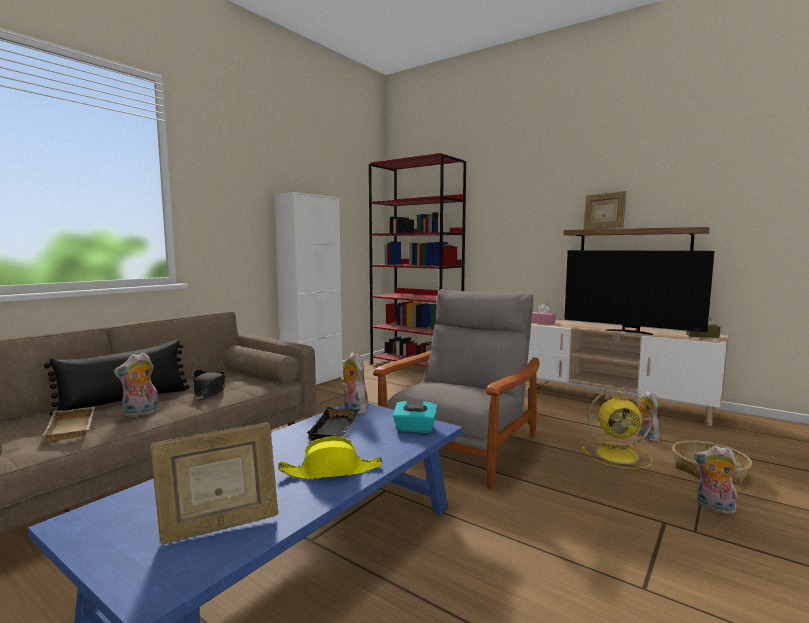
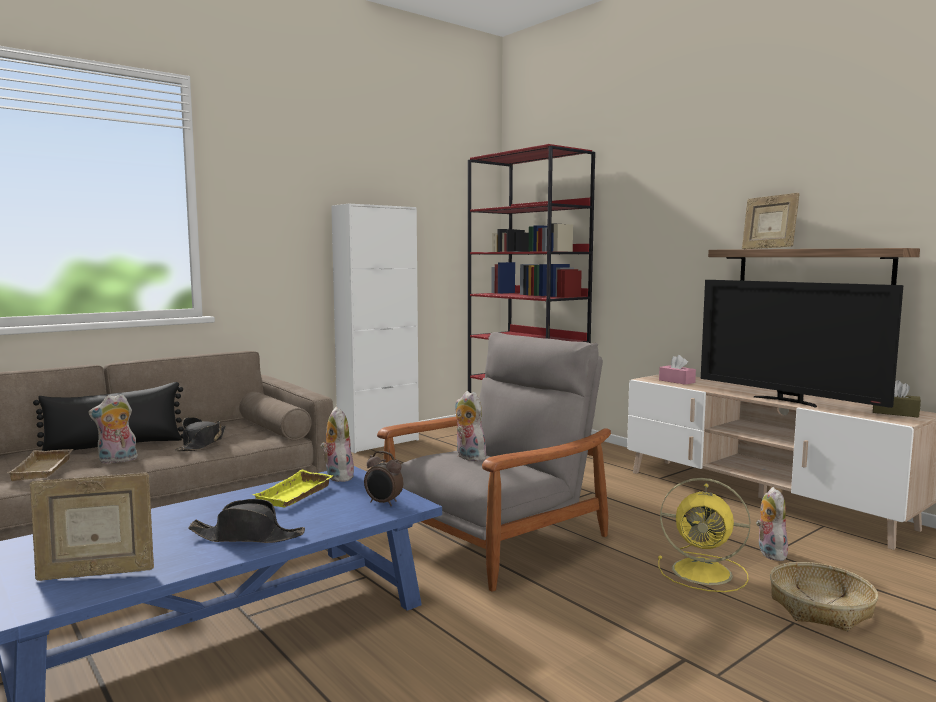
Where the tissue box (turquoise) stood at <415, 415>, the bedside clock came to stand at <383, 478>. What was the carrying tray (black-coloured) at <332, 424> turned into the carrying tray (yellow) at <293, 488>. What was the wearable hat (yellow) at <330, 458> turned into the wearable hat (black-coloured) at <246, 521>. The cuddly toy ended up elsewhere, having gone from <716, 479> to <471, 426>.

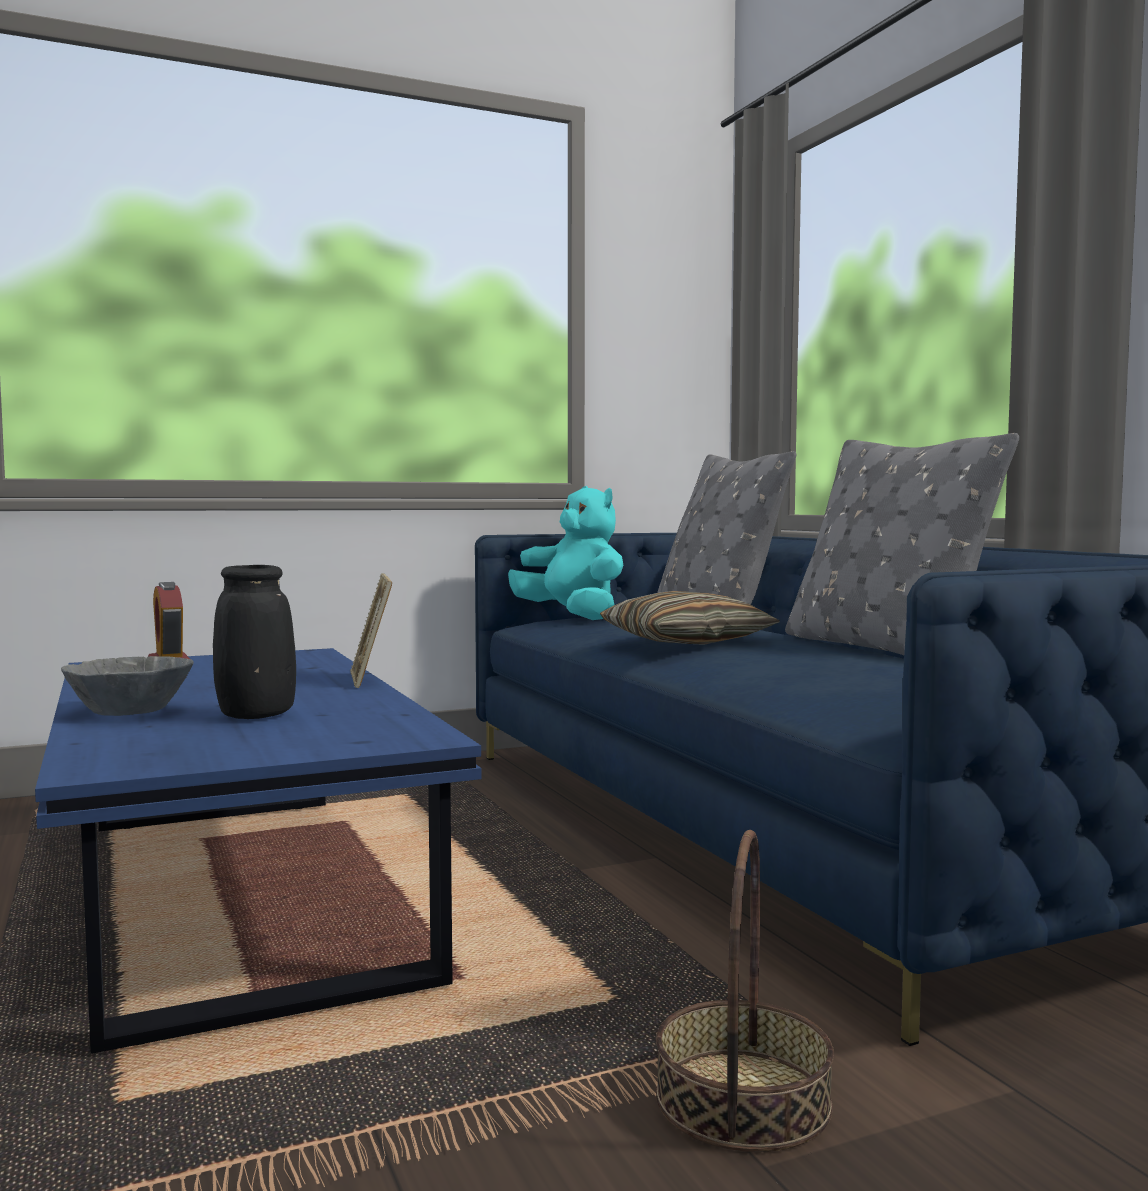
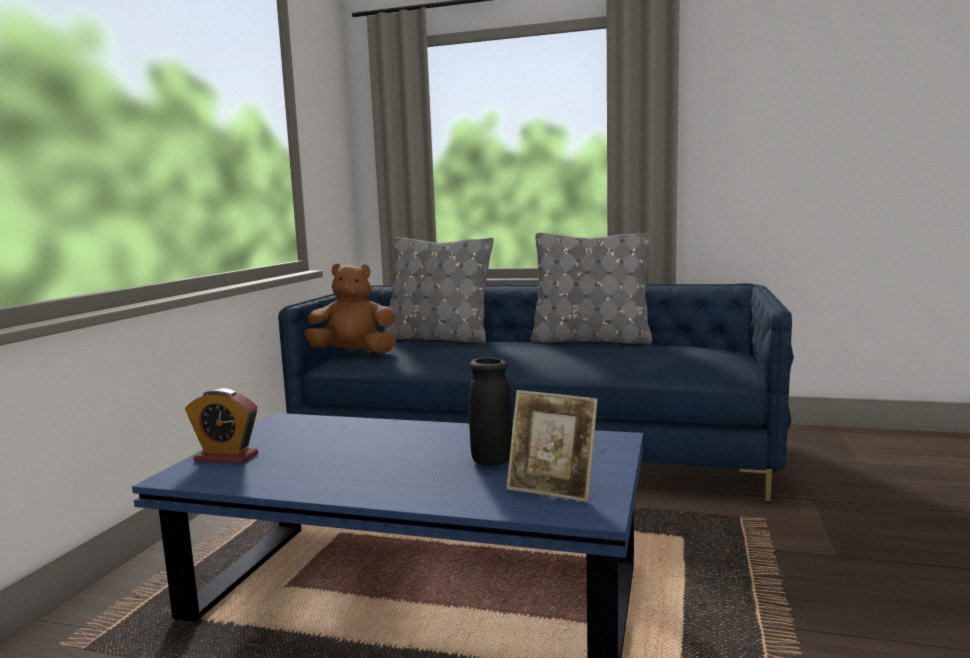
What was the cuddly toy (turquoise) at <565, 553> turned into the cuddly toy (brownish) at <350, 308>. The photo frame ended up elsewhere, having gone from <371, 630> to <552, 446>. The second view lost the pillow at <690, 618>. The second view lost the bowl (gray) at <127, 686>. The second view lost the basket at <745, 991>.

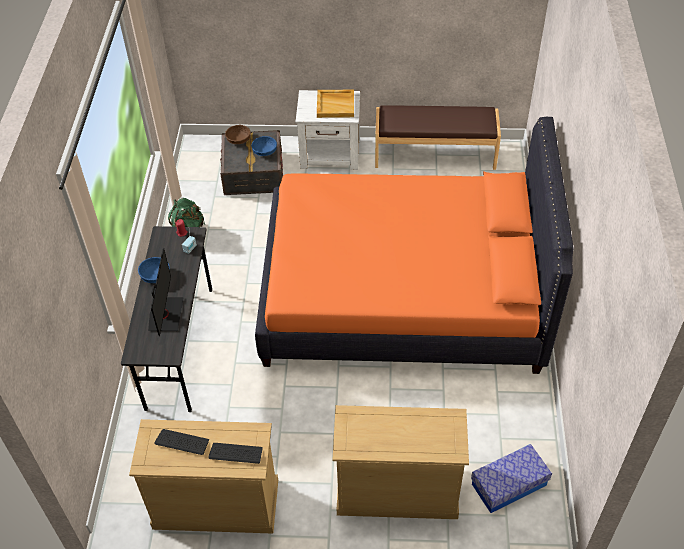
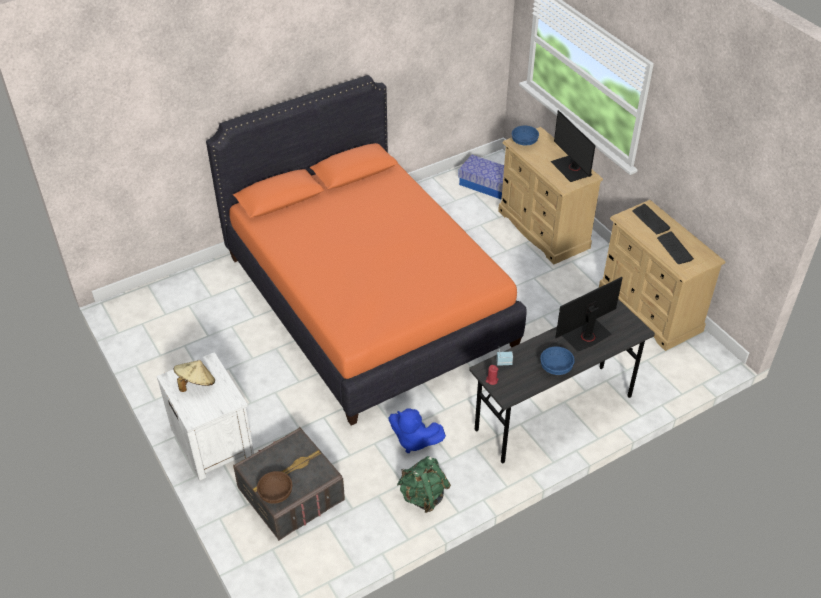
Where the carrying tray (sand-coloured) stood at <335, 104>, the wearable hat (sand-coloured) came to stand at <194, 376>. The second view lost the long seat (brownish) at <438, 138>. The bowl (bluish) ended up elsewhere, having gone from <264, 146> to <525, 135>. The second view gained the computer screen at <573, 146>. The second view gained the cuddly toy (bluish) at <417, 430>.

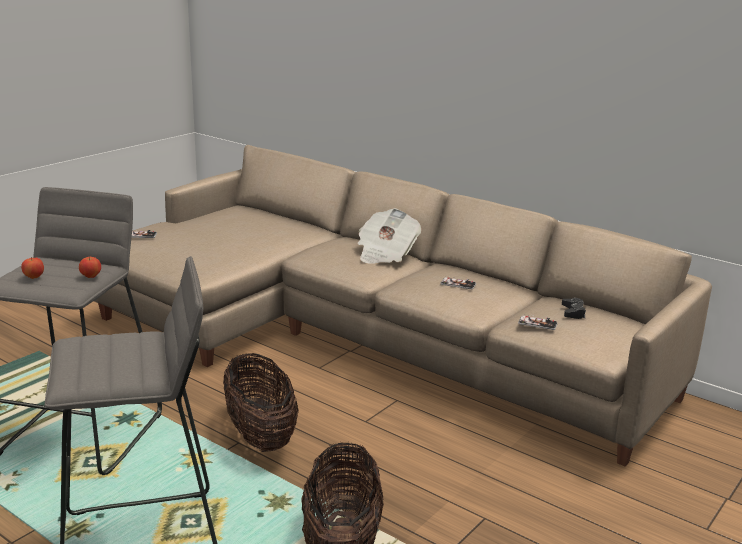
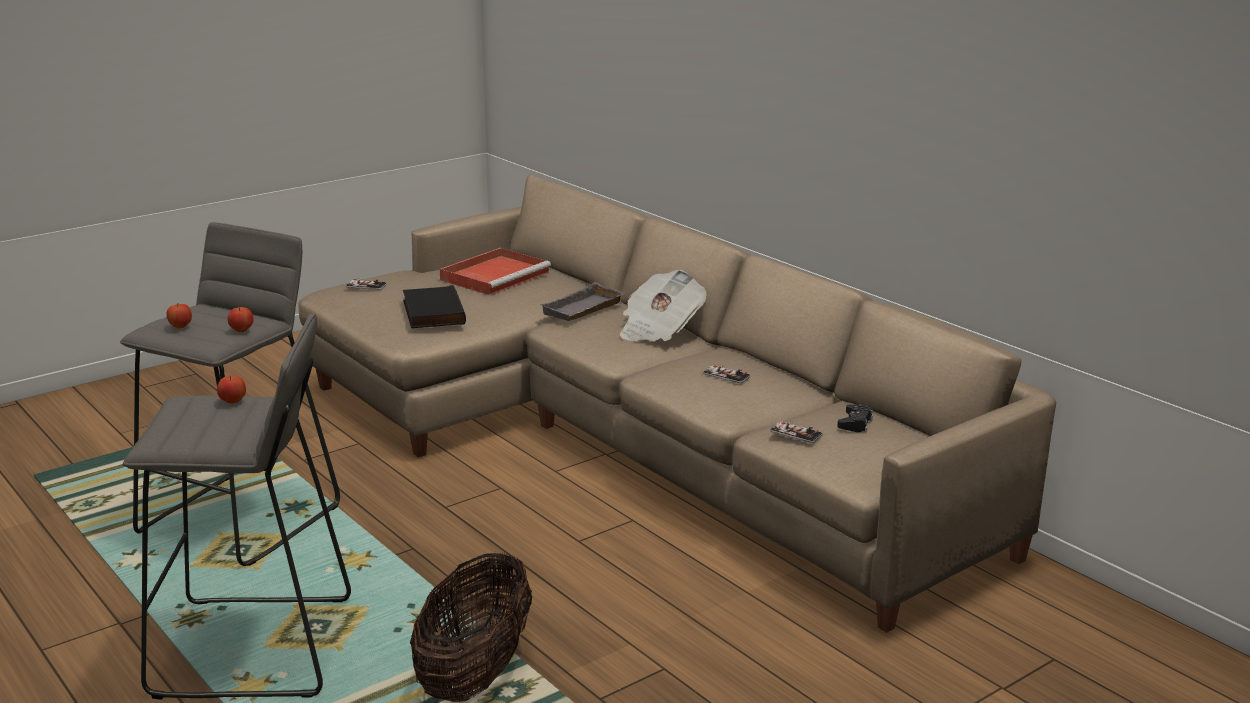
The second view lost the basket at <261, 402>. The second view gained the carrying tray (reddish) at <495, 271>. The second view gained the carrying tray (gray) at <582, 301>. The second view gained the volume (black-coloured) at <434, 306>. The second view gained the apple at <231, 389>.

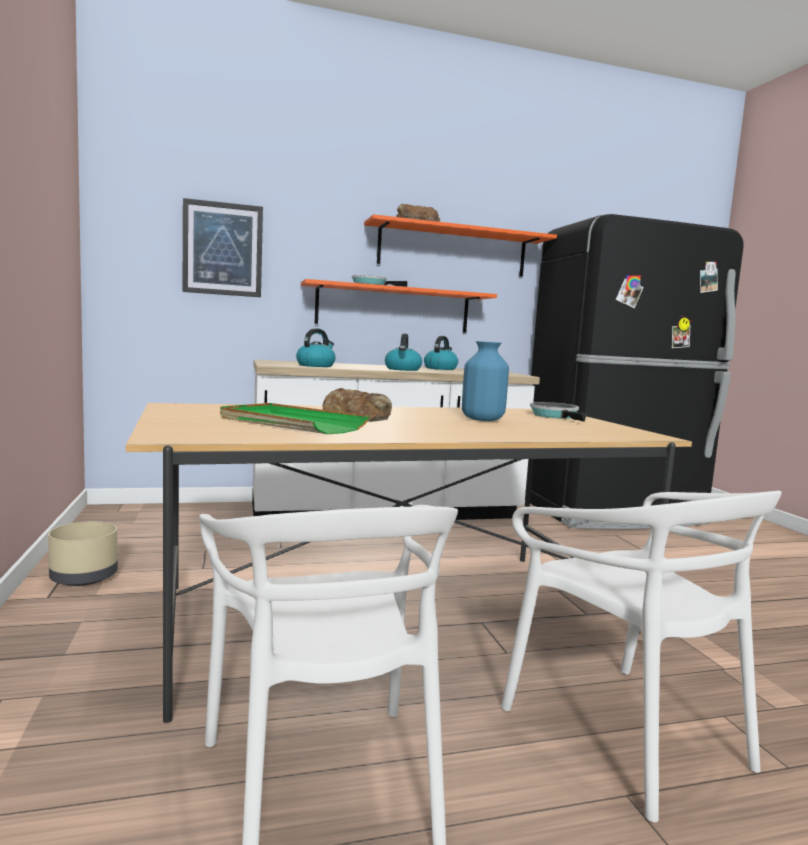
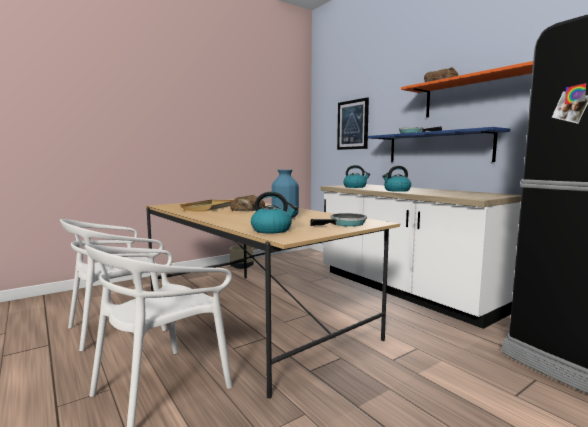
What was the wall shelf (orange) at <399, 306> turned into the wall shelf (bluish) at <438, 144>. The kettle ended up elsewhere, having gone from <441, 353> to <274, 212>. What was the carrying tray (greenish) at <294, 418> turned into the carrying tray (sand-coloured) at <206, 205>.

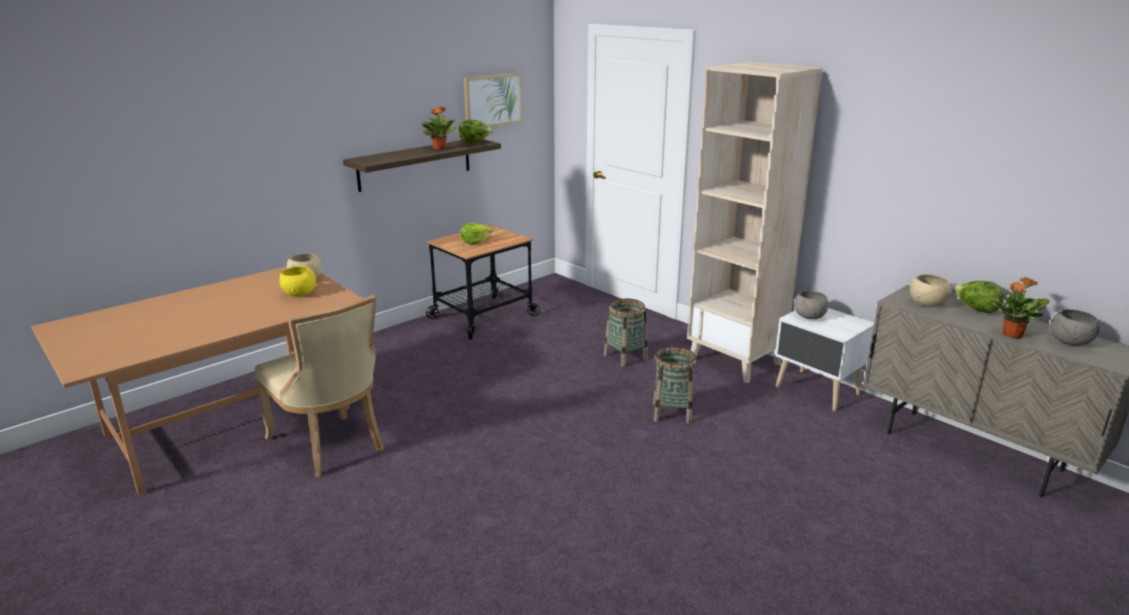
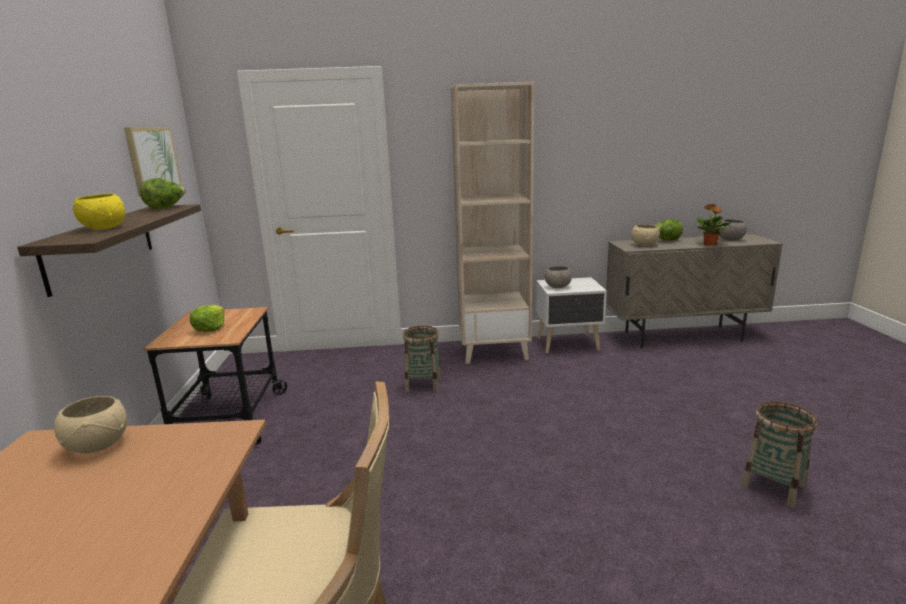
The second view lost the plant in a pot at <439, 128>. The bowl (yellow) ended up elsewhere, having gone from <297, 281> to <99, 211>. The basket ended up elsewhere, having gone from <674, 385> to <779, 454>.

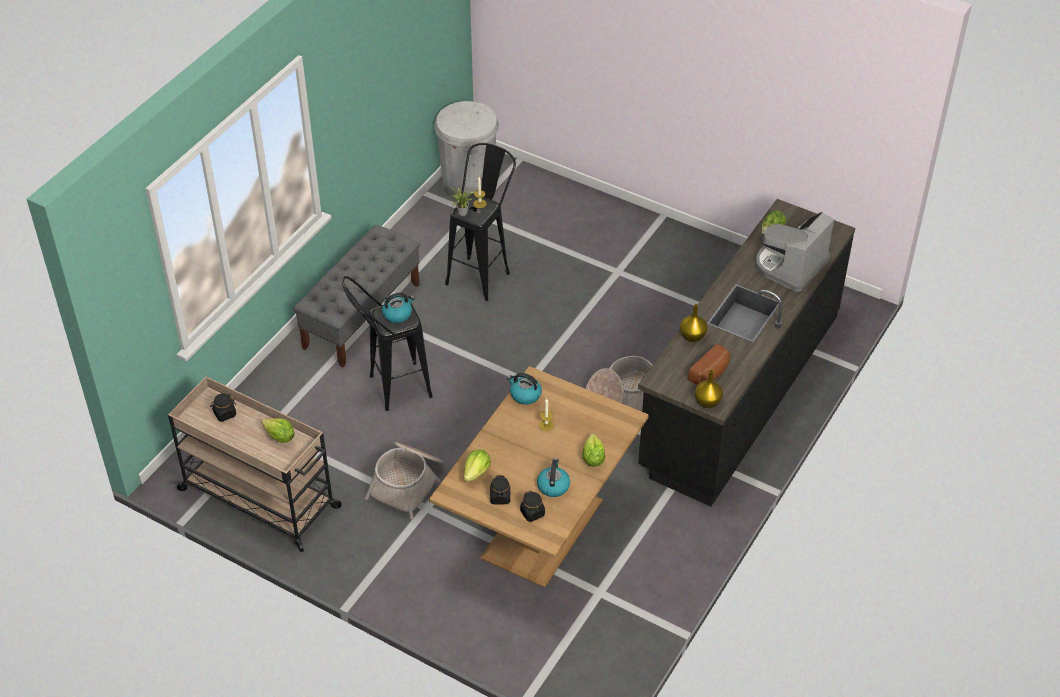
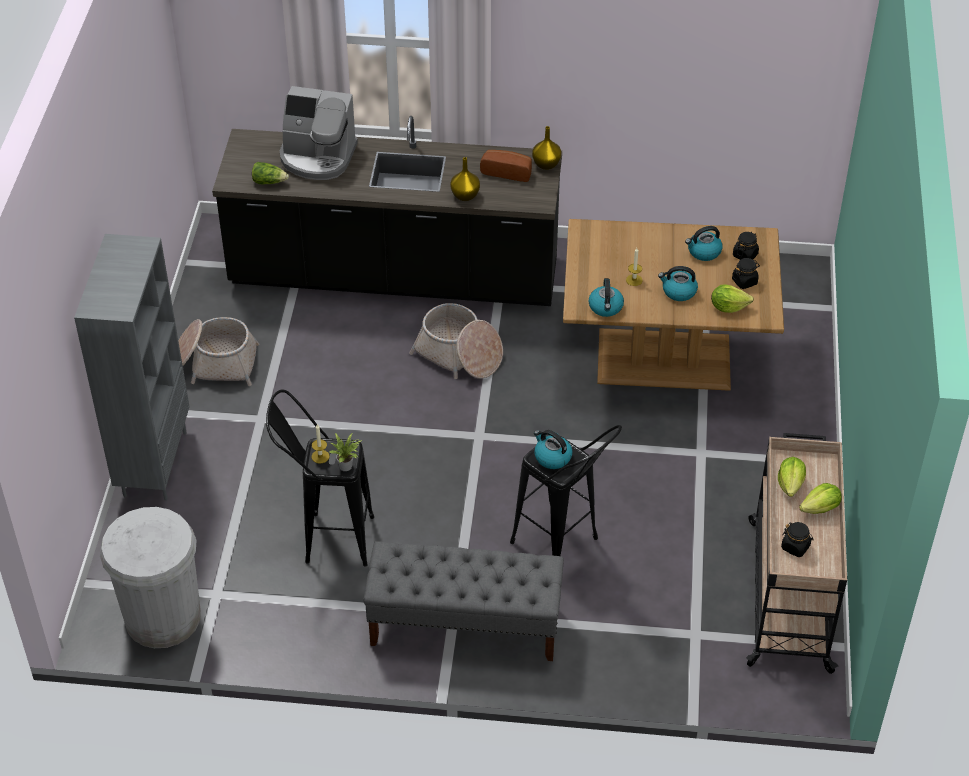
The head of lettuce ended up elsewhere, having gone from <593, 450> to <820, 498>. The basket ended up elsewhere, having gone from <404, 480> to <218, 351>. The second view gained the bookcase (gray) at <132, 367>. The second view gained the kettle at <678, 283>.

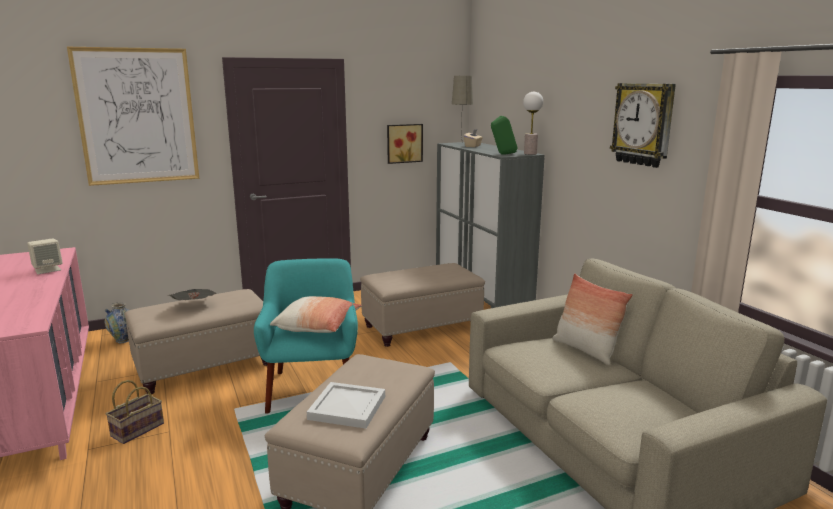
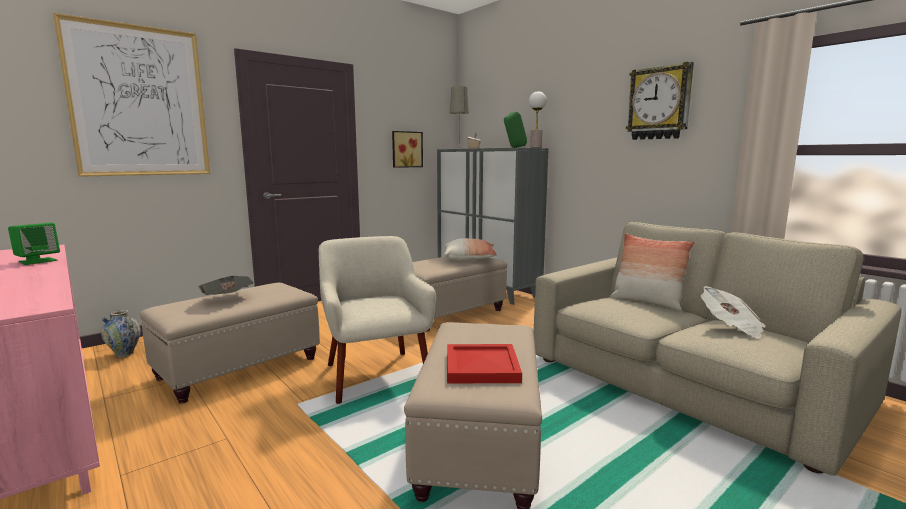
What was the audio speaker (sand-coloured) at <45, 256> turned into the audio speaker (greenish) at <34, 244>. What was the armchair (turquoise) at <306, 336> turned into the armchair (sand-coloured) at <378, 320>. The pillow ended up elsewhere, having gone from <316, 314> to <470, 249>. The second view lost the basket at <135, 412>. What was the carrying tray (white) at <346, 405> turned into the carrying tray (reddish) at <484, 364>. The second view gained the printed paper at <733, 312>.

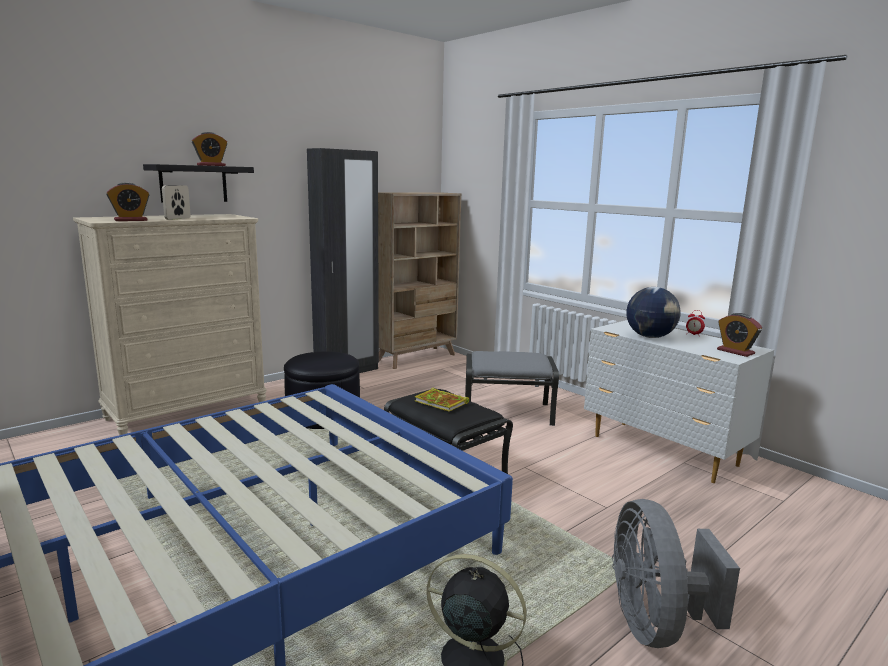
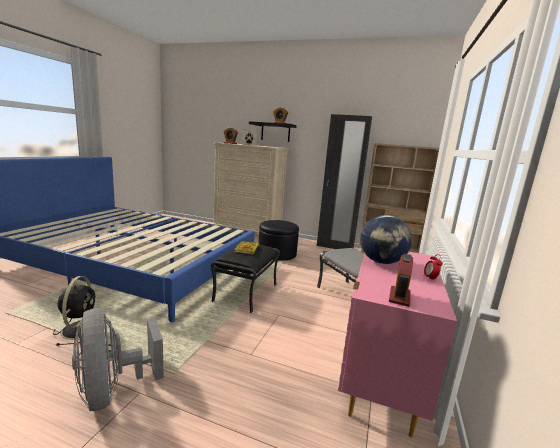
What was the dresser (white) at <679, 401> turned into the dresser (pinkish) at <397, 345>. The fan (gray) at <676, 573> ended up facing another way, 90 degrees counterclockwise from before.

